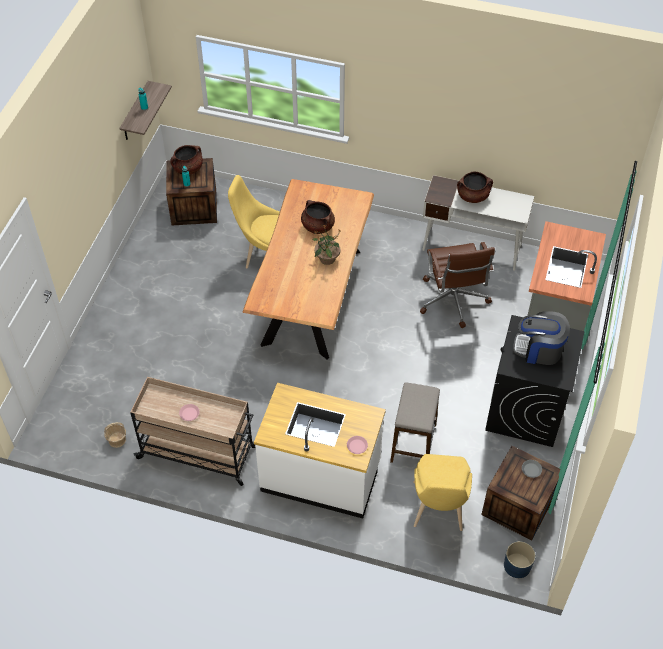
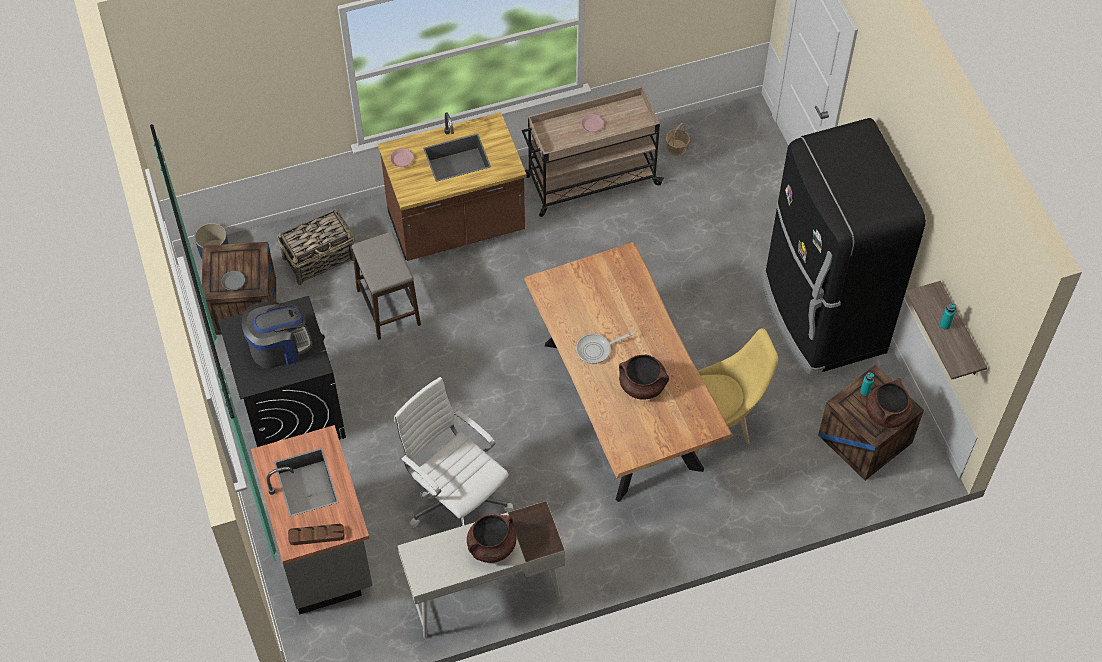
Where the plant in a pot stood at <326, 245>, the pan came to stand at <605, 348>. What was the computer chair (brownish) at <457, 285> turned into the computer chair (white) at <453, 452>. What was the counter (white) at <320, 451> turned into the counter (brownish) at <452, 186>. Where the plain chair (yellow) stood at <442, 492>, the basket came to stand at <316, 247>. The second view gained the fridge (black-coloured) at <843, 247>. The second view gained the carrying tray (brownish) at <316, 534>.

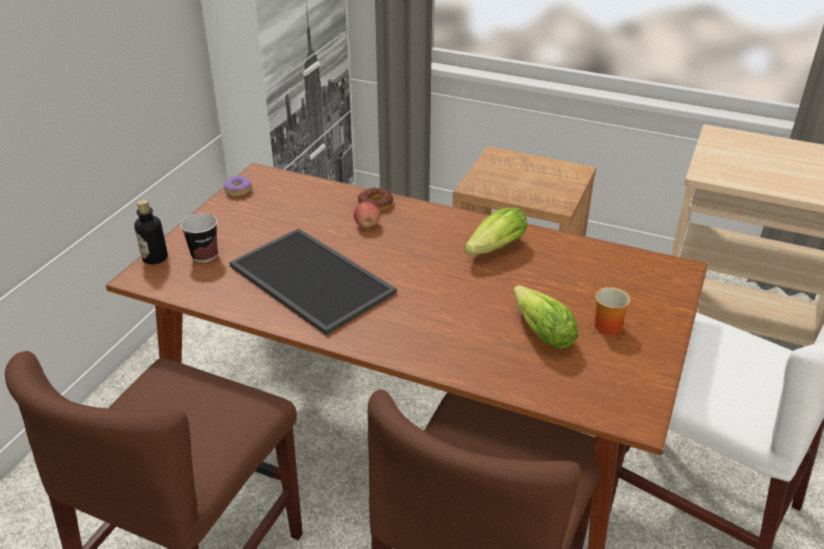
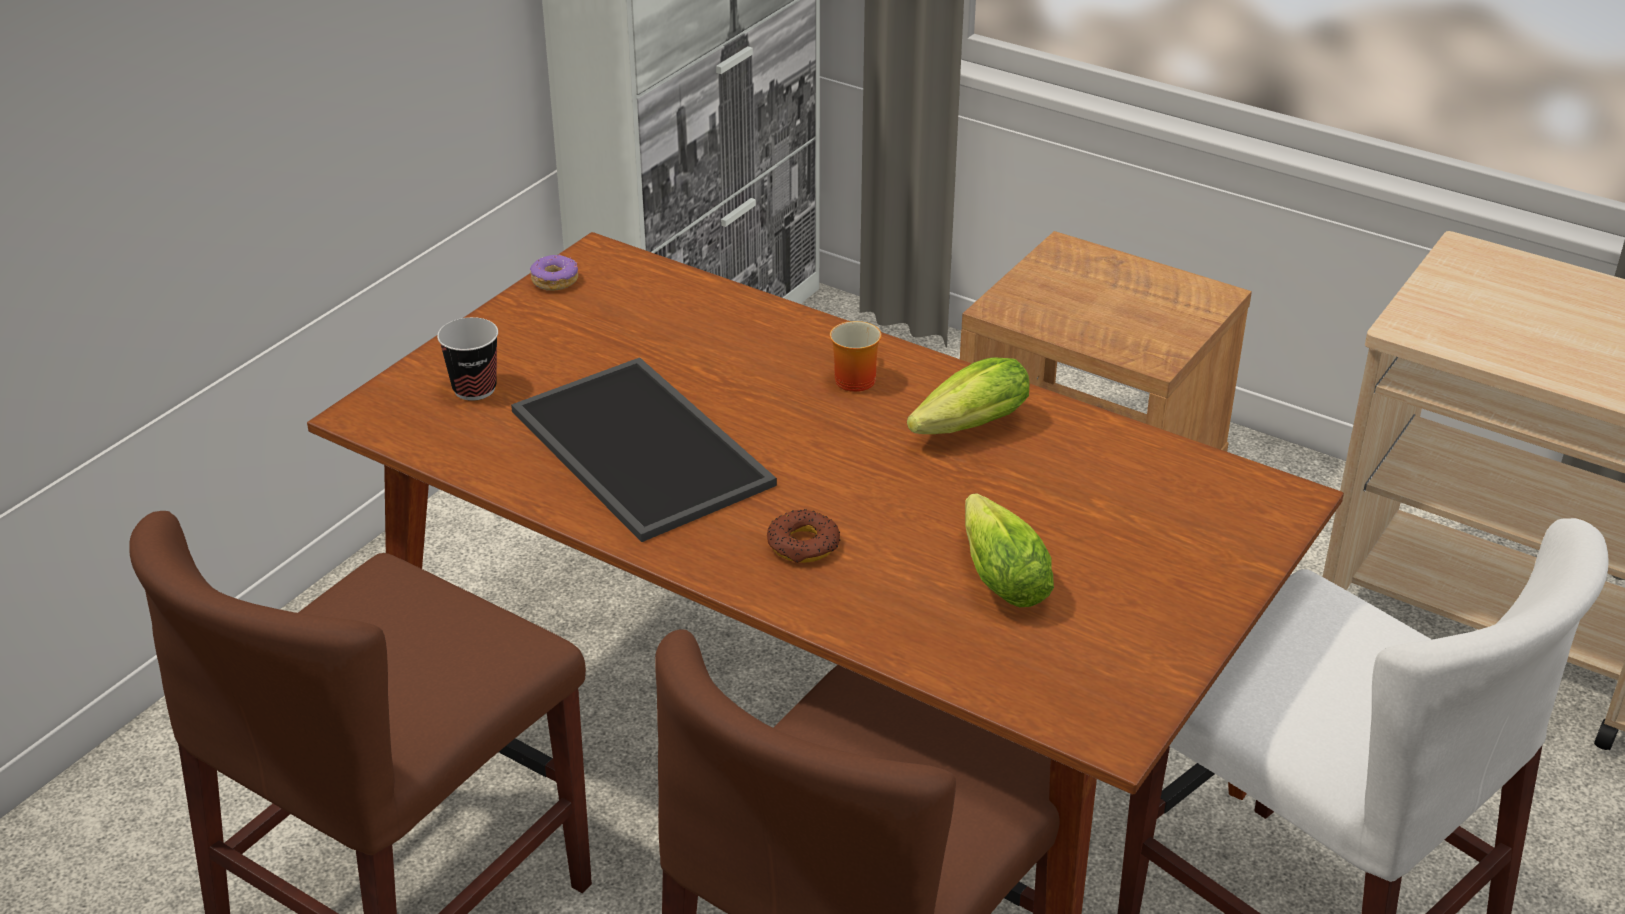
The donut ended up elsewhere, having gone from <375, 199> to <803, 536>. The second view lost the bottle at <151, 231>. The second view lost the apple at <367, 215>. The coffee mug ended up elsewhere, having gone from <612, 311> to <855, 356>.

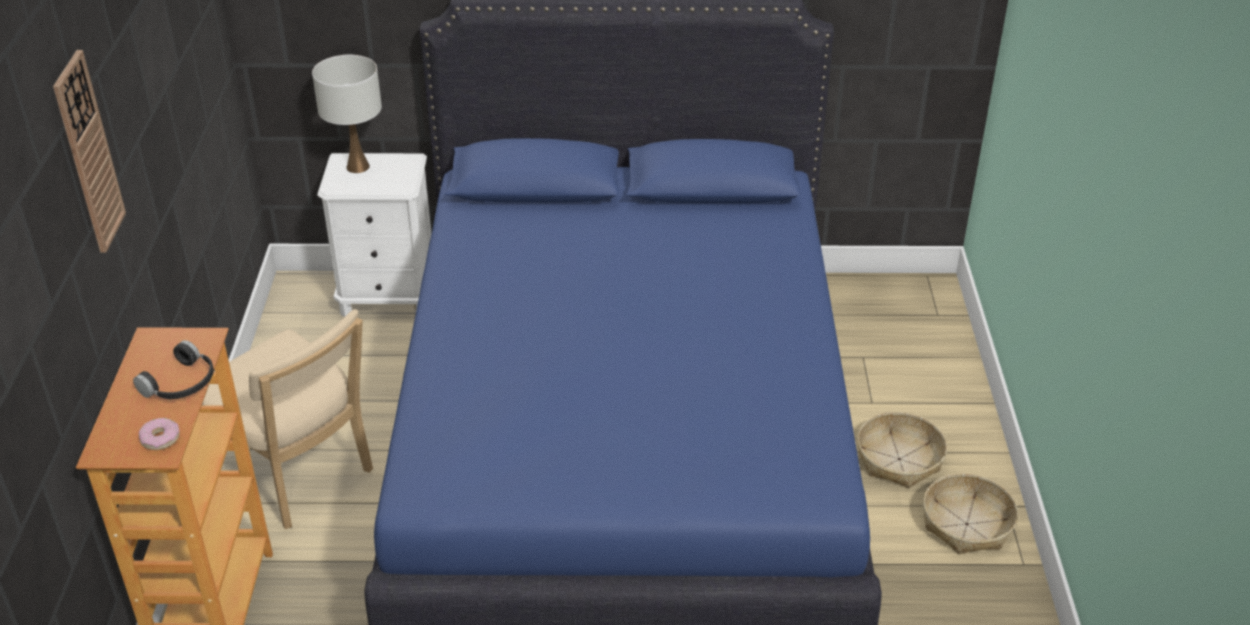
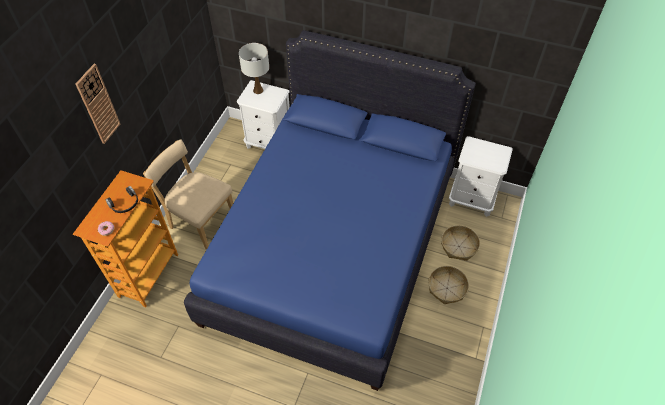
The plain chair (sand-coloured) at <287, 419> ended up facing another way, 150 degrees clockwise from before. The basket ended up elsewhere, having gone from <970, 513> to <460, 243>. The second view gained the nightstand (white) at <481, 176>.

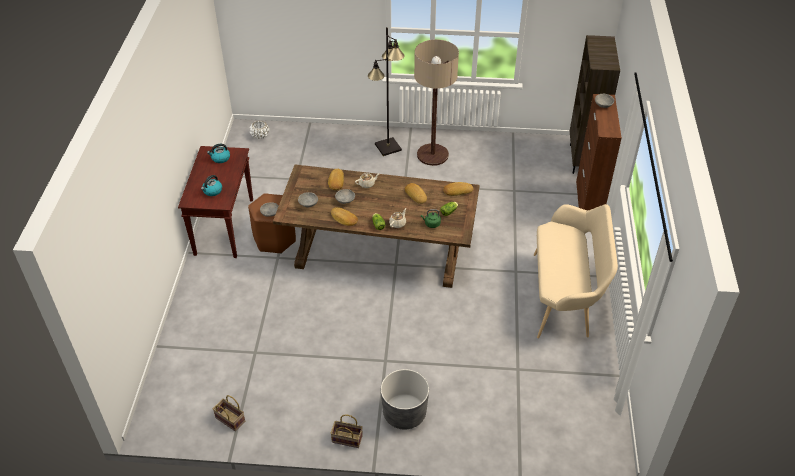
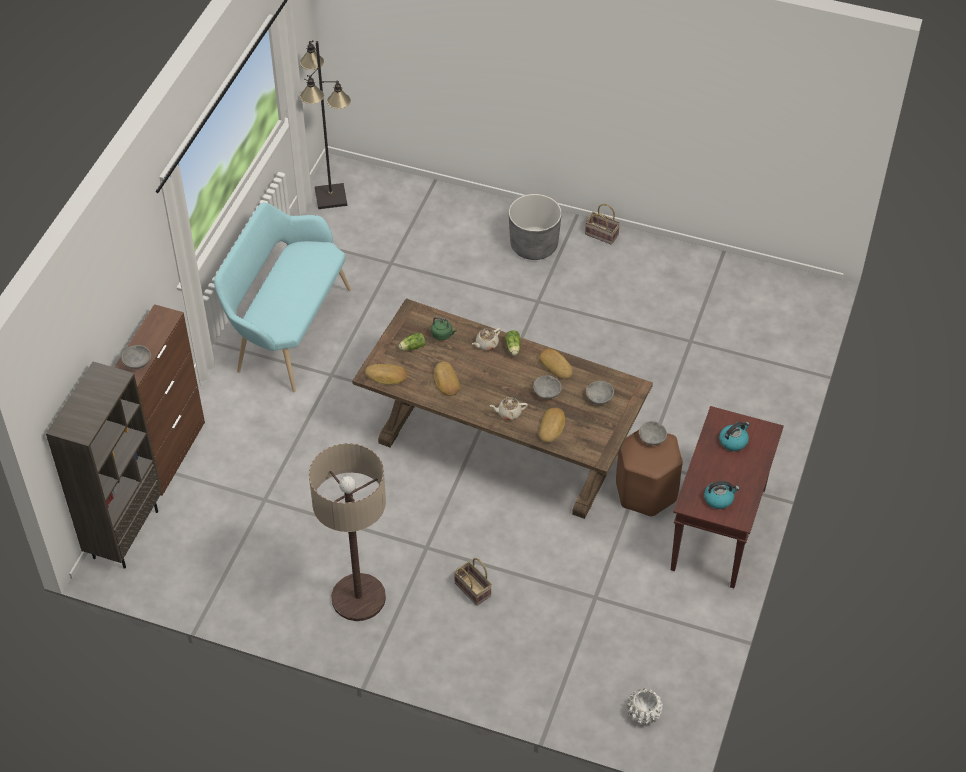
The floor lamp (black-coloured) ended up elsewhere, having gone from <386, 91> to <325, 124>. What was the long seat (sand-coloured) at <576, 271> turned into the long seat (turquoise) at <282, 297>. The basket ended up elsewhere, having gone from <229, 413> to <473, 582>.

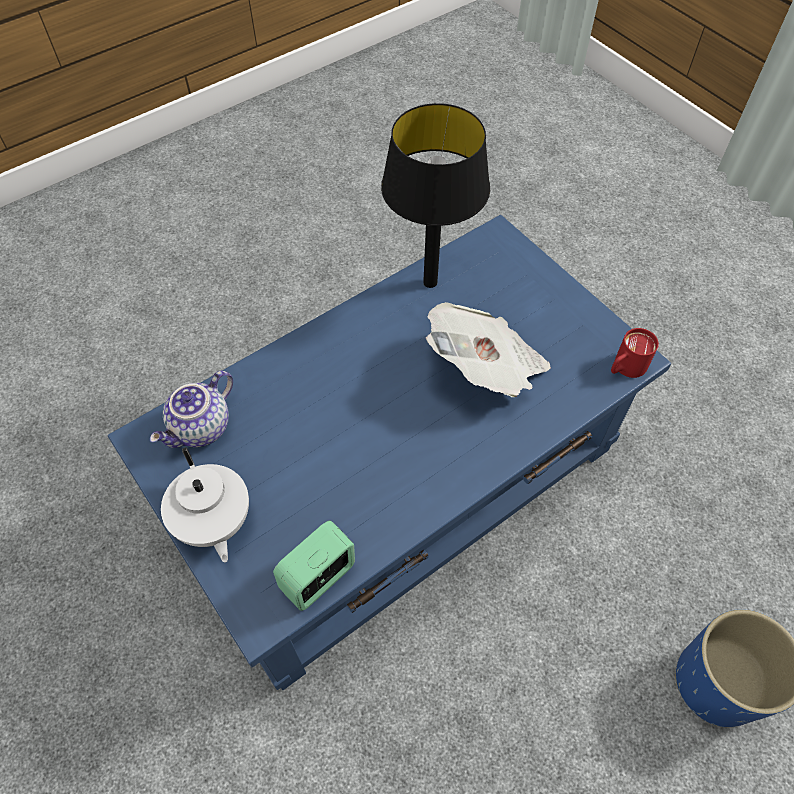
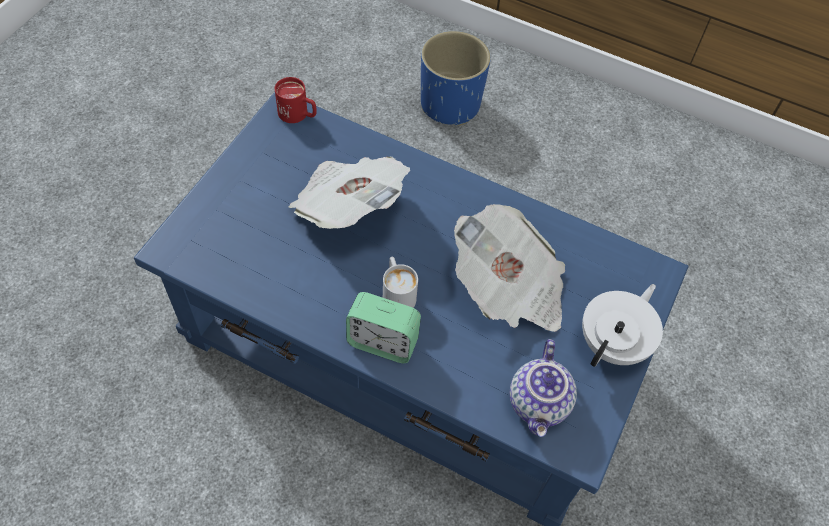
The second view lost the tabletop lamp (black-coloured) at <435, 195>. The pot for tea at <191, 409> ended up facing another way, 90 degrees clockwise from before. The bedside clock ended up elsewhere, having gone from <314, 565> to <383, 327>. The second view gained the printed paper at <509, 268>. The second view gained the coffee mug (white) at <400, 282>.

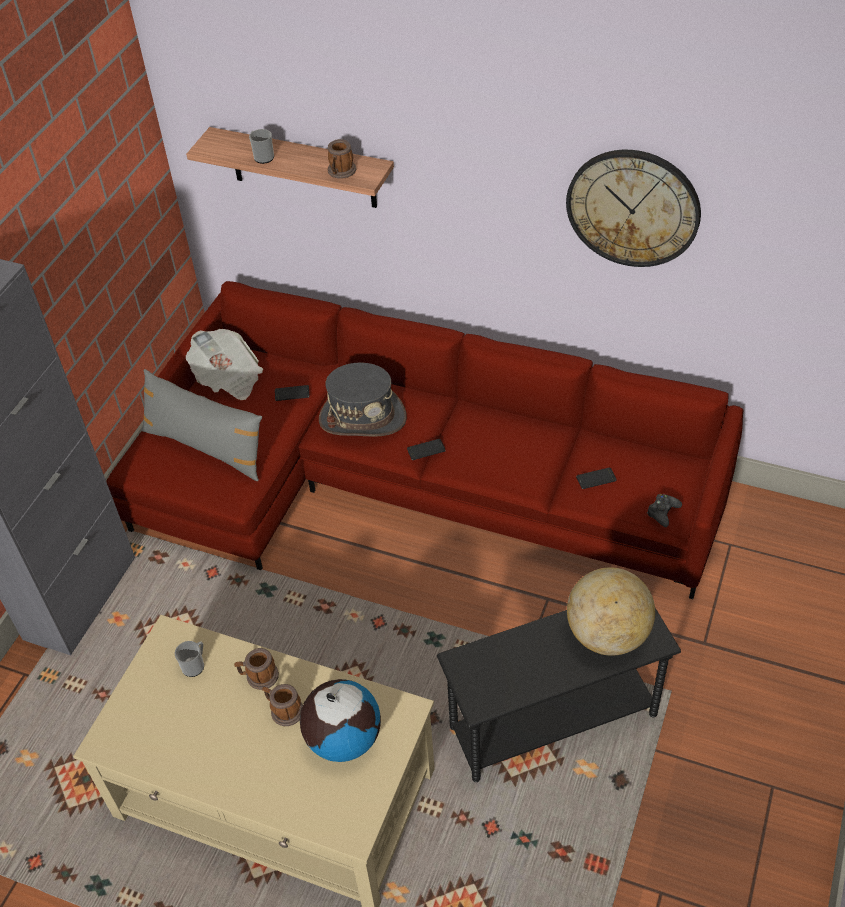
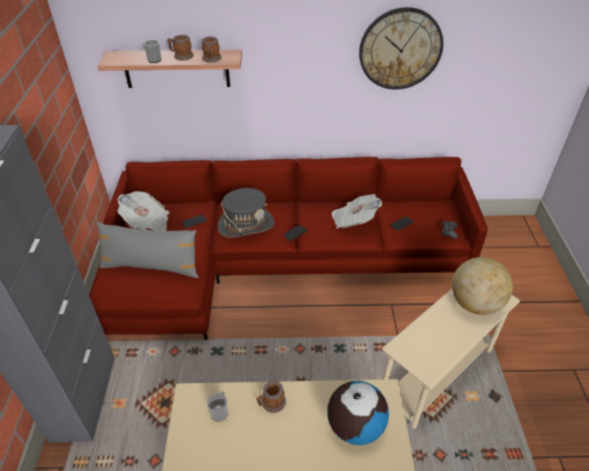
What was the end table (black-coloured) at <559, 695> turned into the end table (sand-coloured) at <451, 359>. The coffee mug ended up elsewhere, having gone from <282, 705> to <180, 48>. The second view gained the printed paper at <356, 211>.

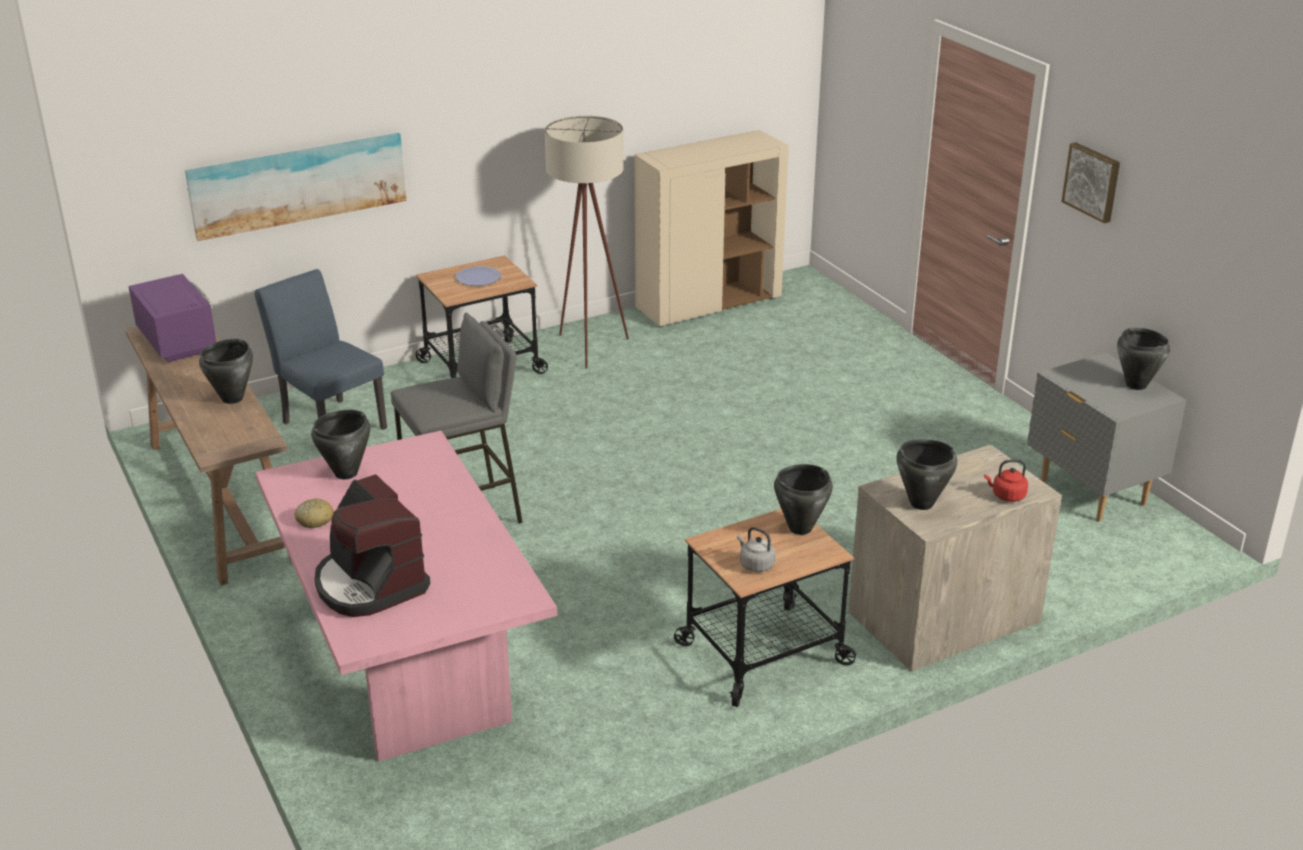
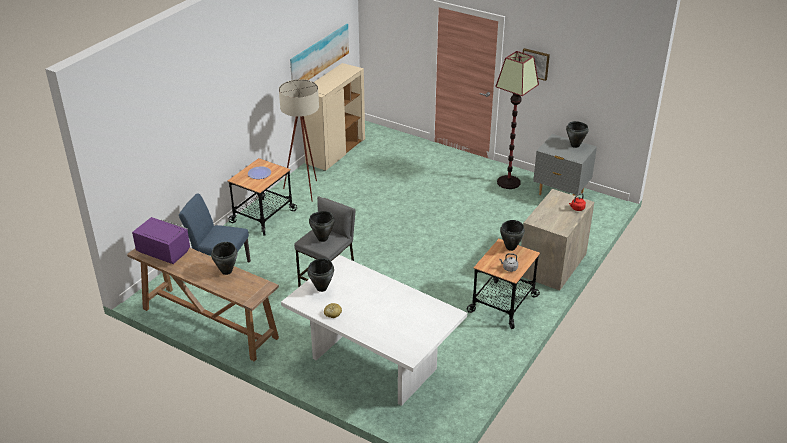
The wall art ended up elsewhere, having gone from <295, 187> to <319, 52>. What was the dining table (pinkish) at <406, 596> turned into the dining table (white) at <374, 330>. The saucepot (black-coloured) ended up elsewhere, having gone from <926, 474> to <322, 226>. The second view lost the coffee machine at <372, 545>. The second view gained the floor lamp at <517, 120>.

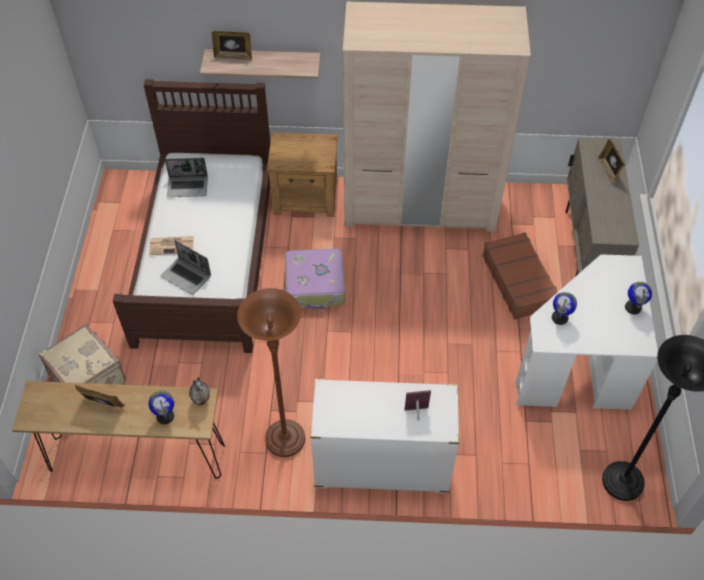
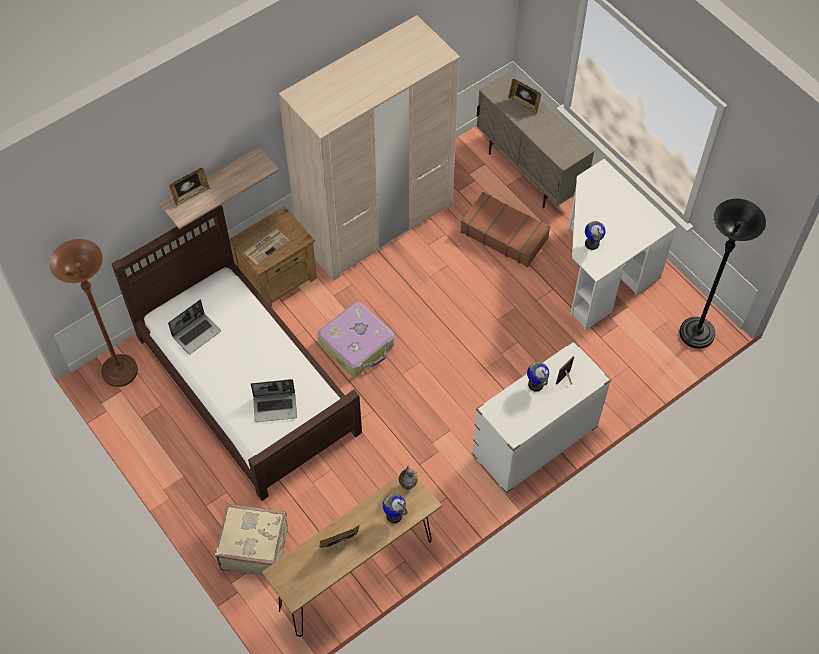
The printed paper ended up elsewhere, having gone from <171, 245> to <267, 247>. The globe ended up elsewhere, having gone from <638, 298> to <538, 376>. The floor lamp (brownish) ended up elsewhere, having gone from <271, 372> to <93, 313>.

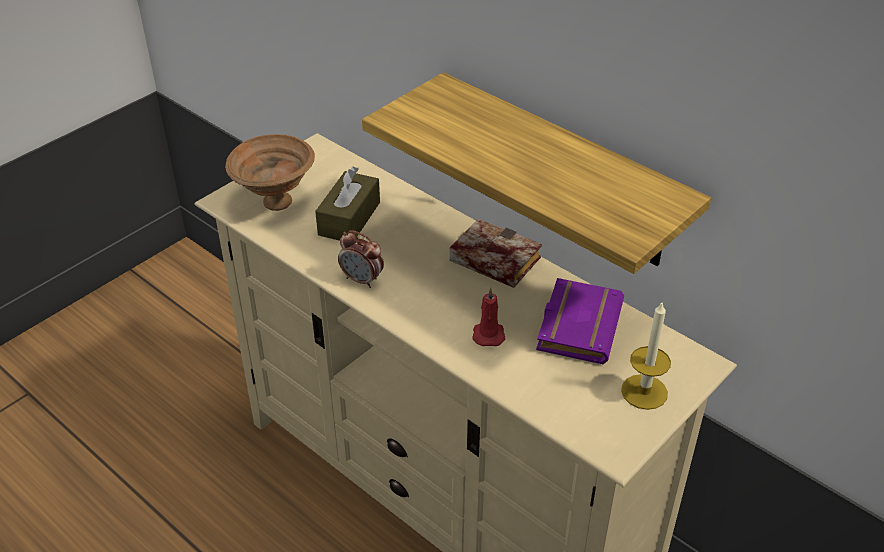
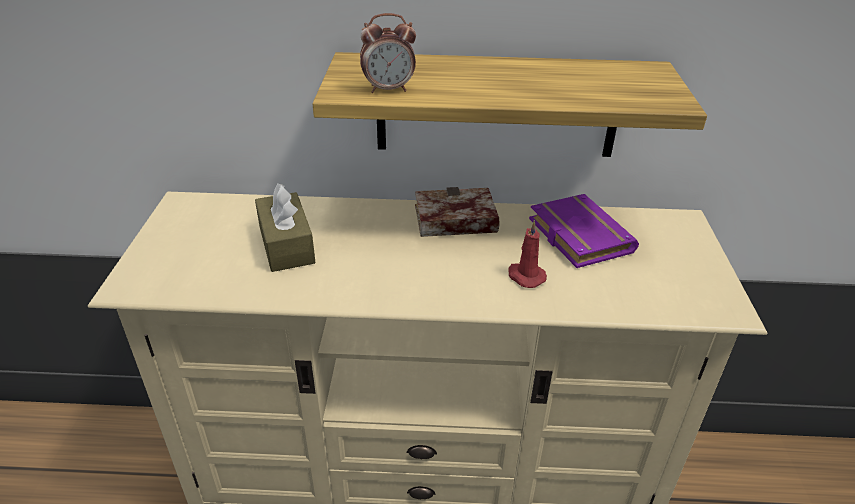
The second view lost the bowl (brownish) at <270, 172>. The bedside clock ended up elsewhere, having gone from <361, 259> to <388, 53>. The second view lost the candle at <646, 355>.

